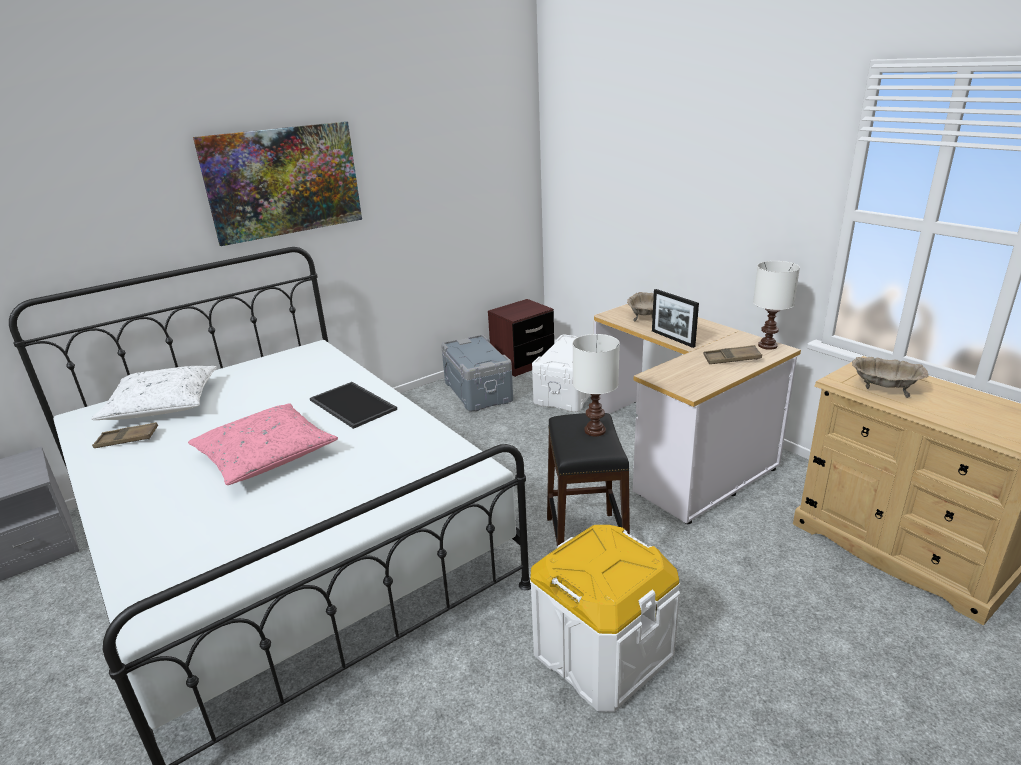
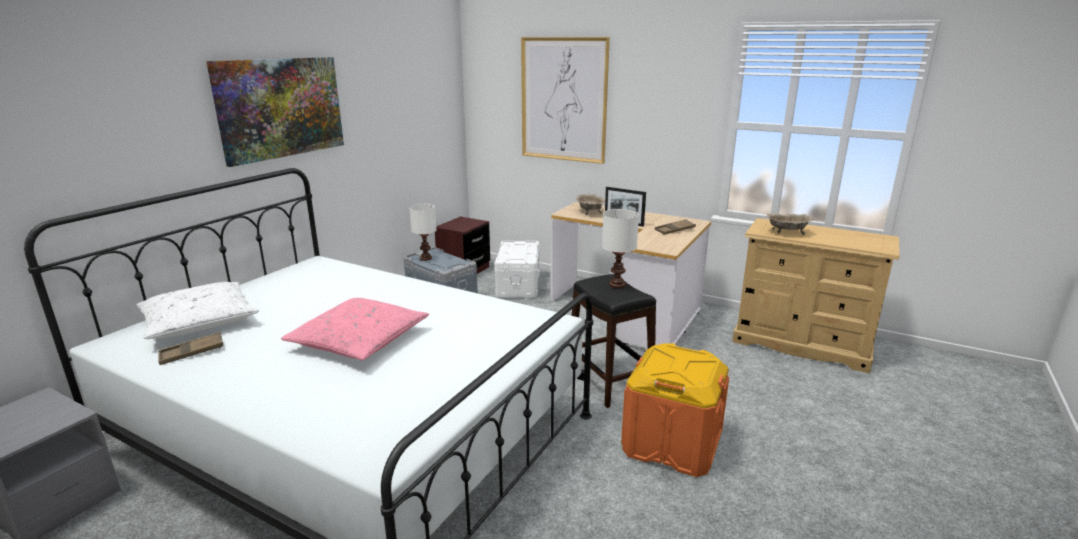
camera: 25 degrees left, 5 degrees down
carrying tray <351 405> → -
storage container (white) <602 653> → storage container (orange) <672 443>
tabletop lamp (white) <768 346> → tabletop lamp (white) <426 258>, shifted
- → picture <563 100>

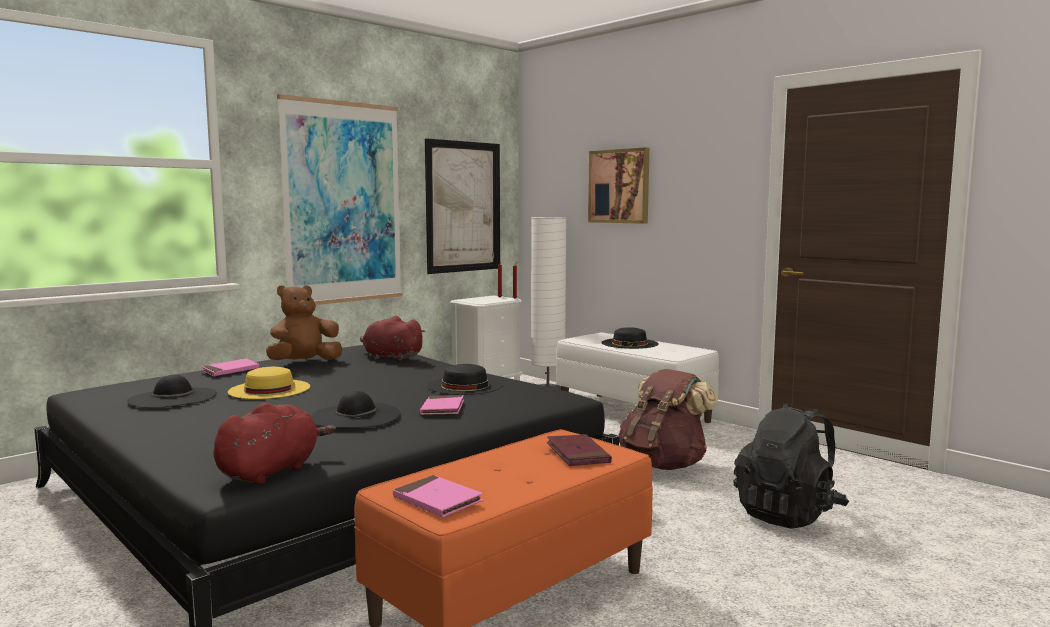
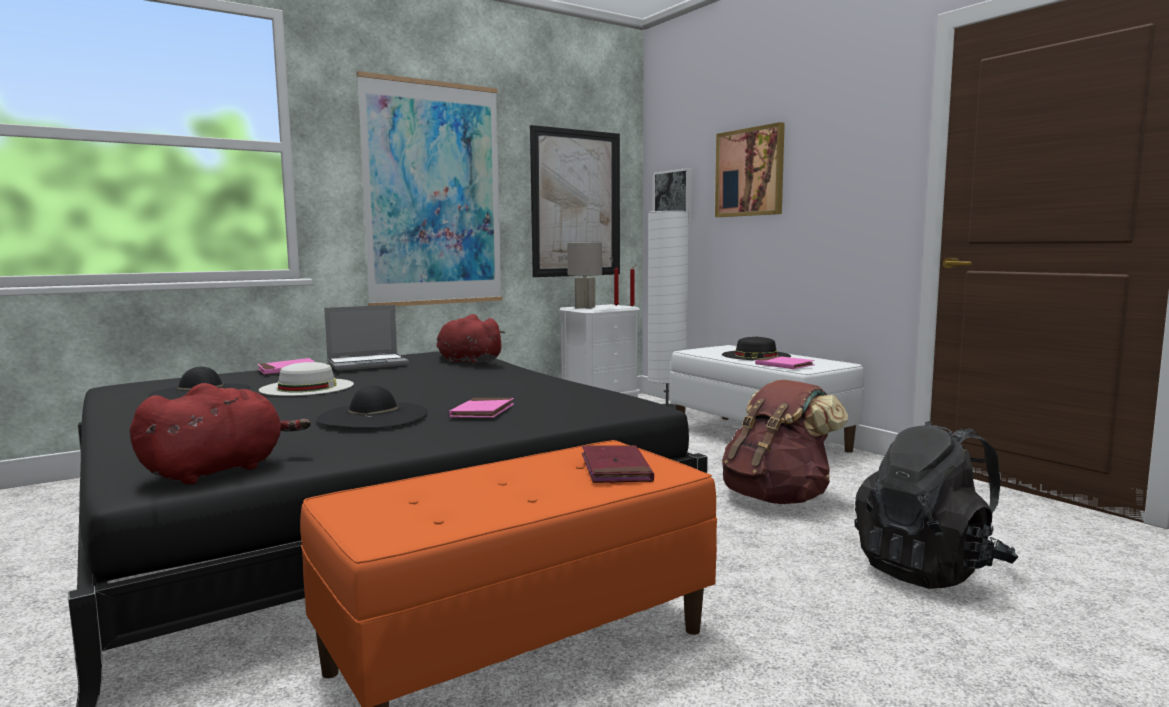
camera: 10 degrees right, 0 degrees up
hat (yellow) <269 389> → hat (white) <307 387>
plush toy (brown-coloured) <304 362> → notebook computer <368 364>
book (pinkish) <437 500> → book (pinkish) <784 365>, shifted
hat (black-coloured) <465 385> → -
- → tabletop lamp (gray) <585 307>
- → picture <674 197>

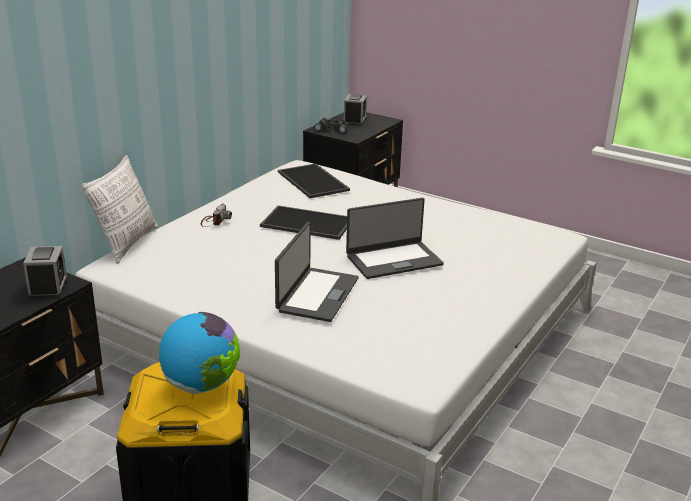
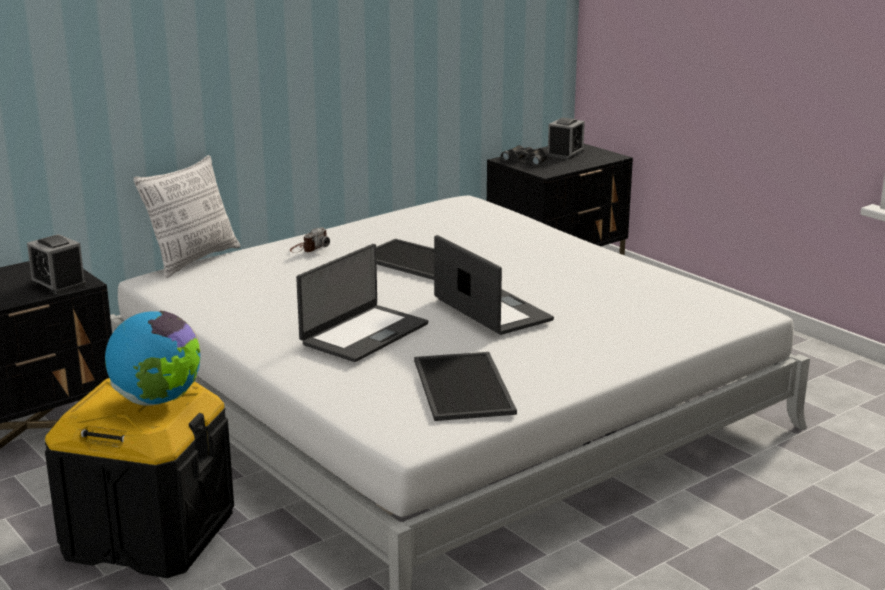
camera: 20 degrees right, 5 degrees down
table clock <48 287> → table clock <58 284>, 120 degrees clockwise
carrying tray <314 181> → carrying tray <465 387>, shifted
notebook computer <393 260> → notebook computer <491 310>, 120 degrees counterclockwise

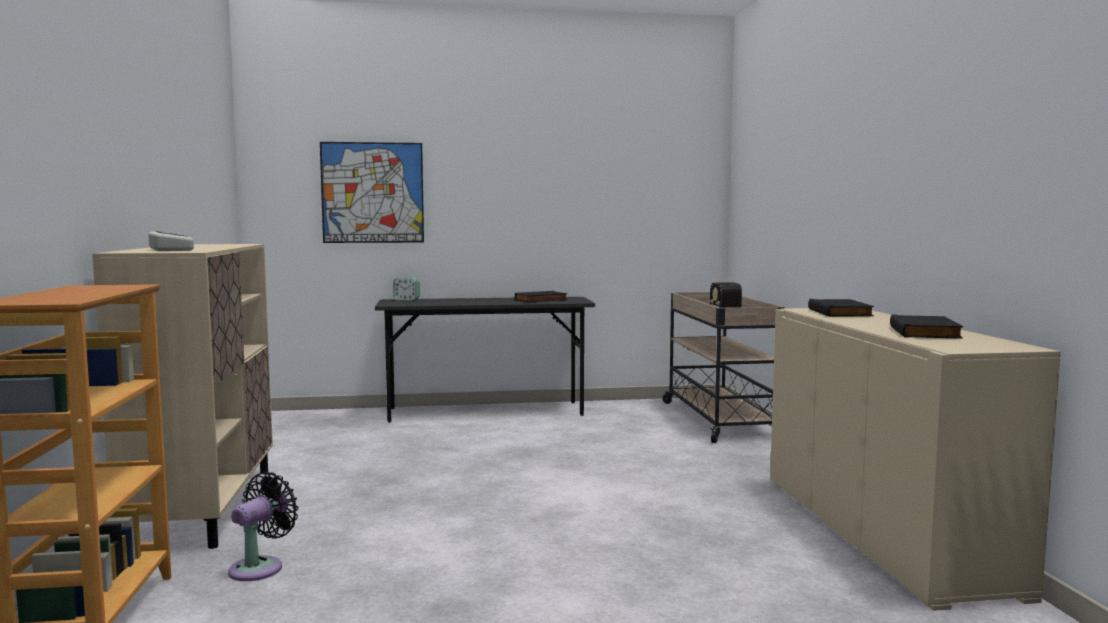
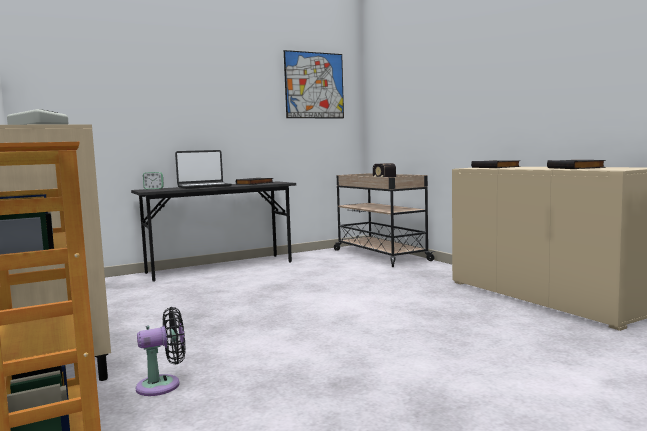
camera: 20 degrees left, 0 degrees up
fan (black-coloured) <260 567> → fan (black-coloured) <163 385>, 60 degrees clockwise
picture <372 192> → picture <314 85>, shifted
- → notebook computer <204 186>

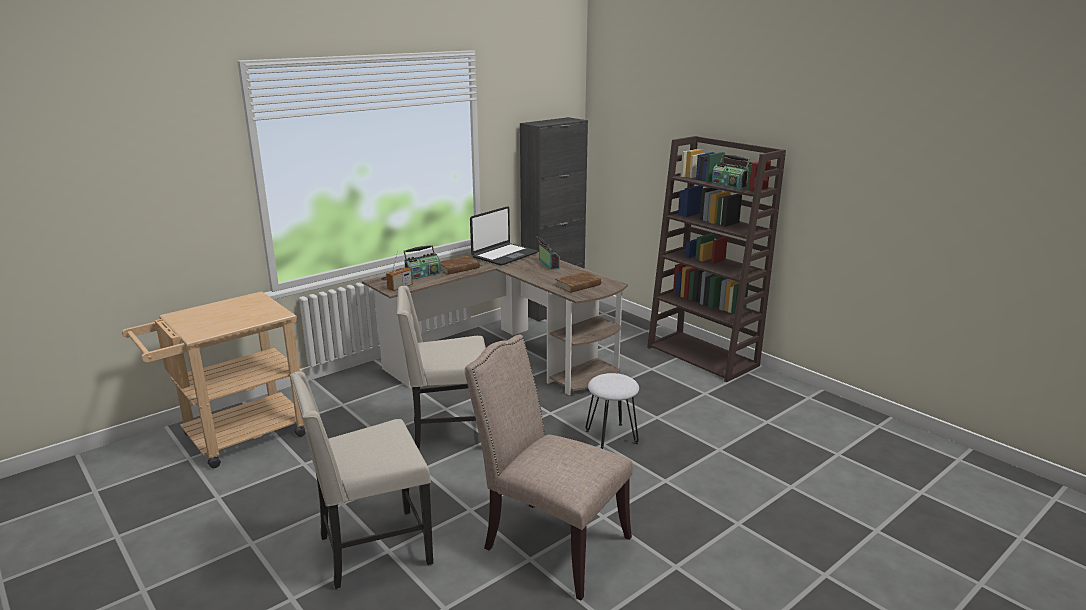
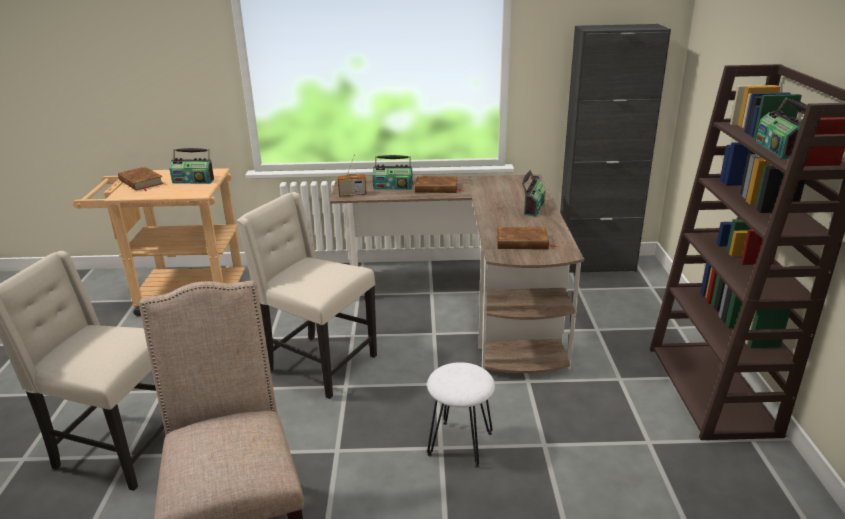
camera: 40 degrees right, 5 degrees up
notebook computer <504 255> → -
- → book (brown-coloured) <141 182>
- → radio <193 181>

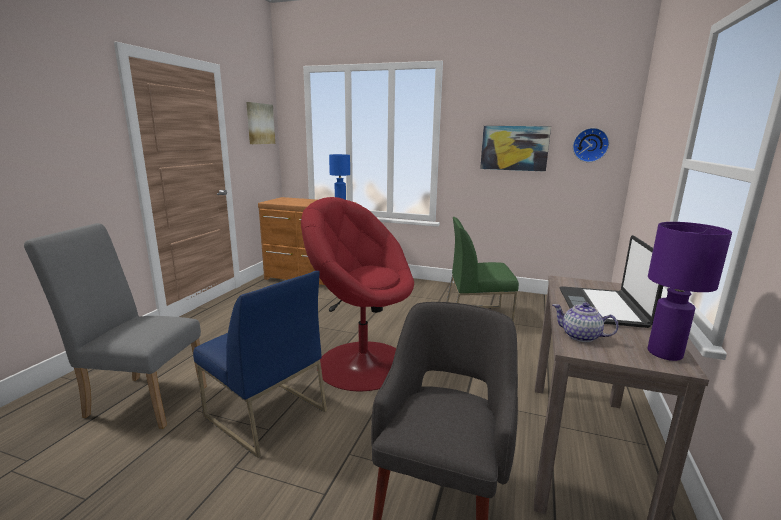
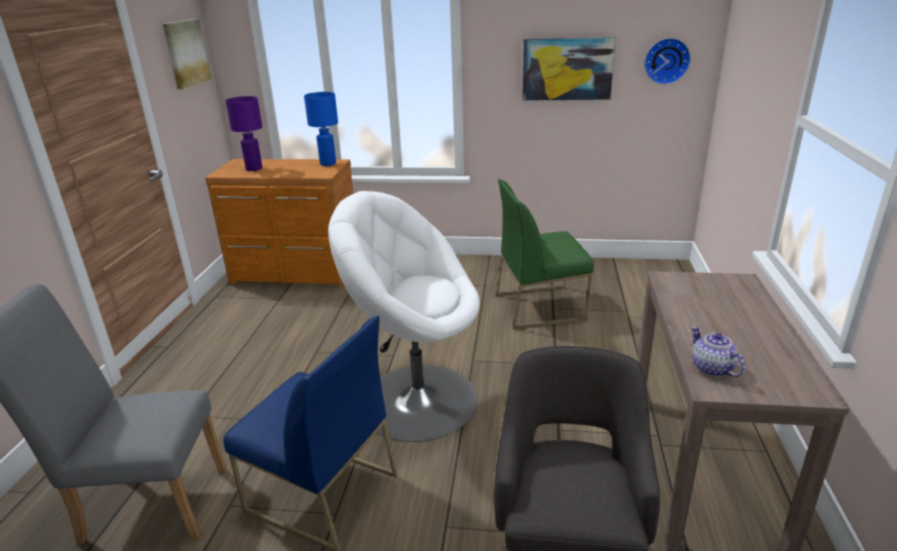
camera: 10 degrees left, 10 degrees up
armchair (reddish) <362 363> → armchair (white) <417 400>
tea pot <581 336> → tea pot <712 368>, 45 degrees clockwise
notebook computer <603 308> → -
tabletop lamp (purple-coloured) <665 353> → tabletop lamp (purple-coloured) <254 169>, shifted

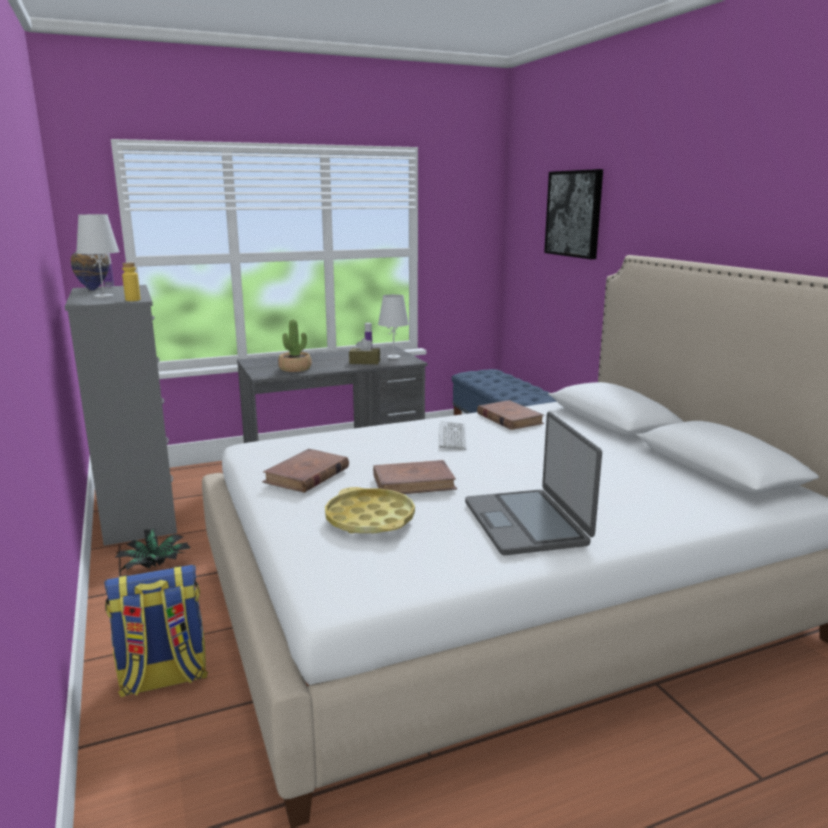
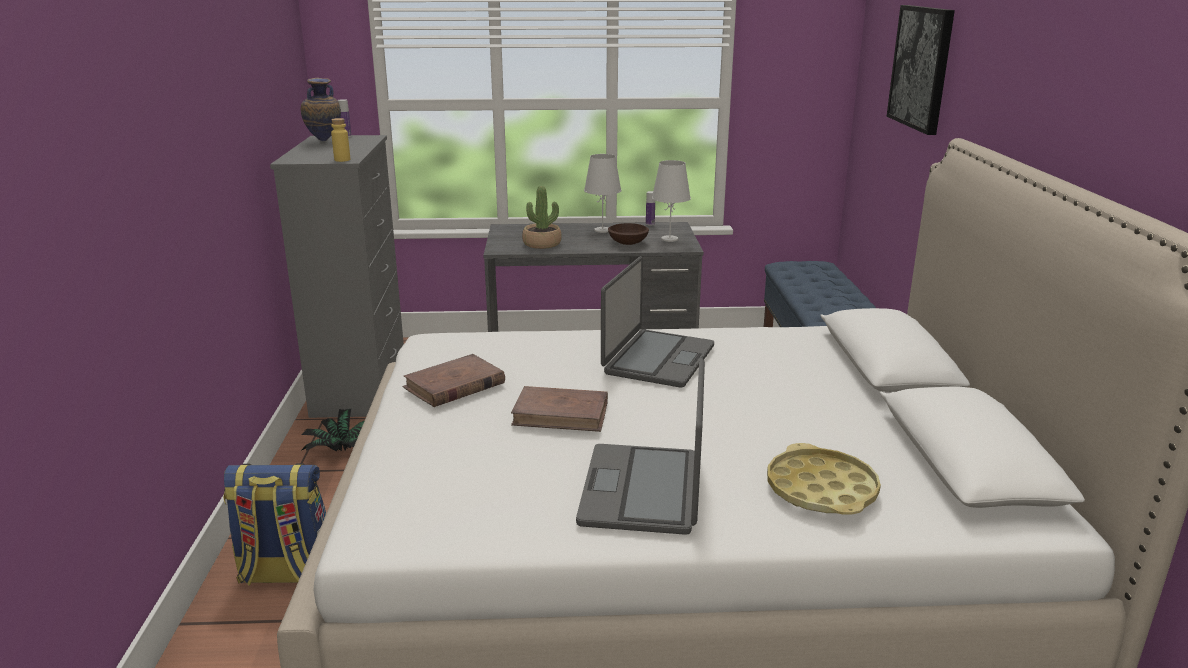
camera: 20 degrees right, 5 degrees up
tabletop lamp (white) <104 296> → tabletop lamp (white) <602 230>, shifted
carrying tray (yellow) <370 519> → carrying tray (yellow) <821 490>, shifted
box of tissues (brown-coloured) <364 362> → bowl (brown-coloured) <628 243>
computer keyboard <452 437> → notebook computer <657 359>
book (brown-coloured) <509 419> → -

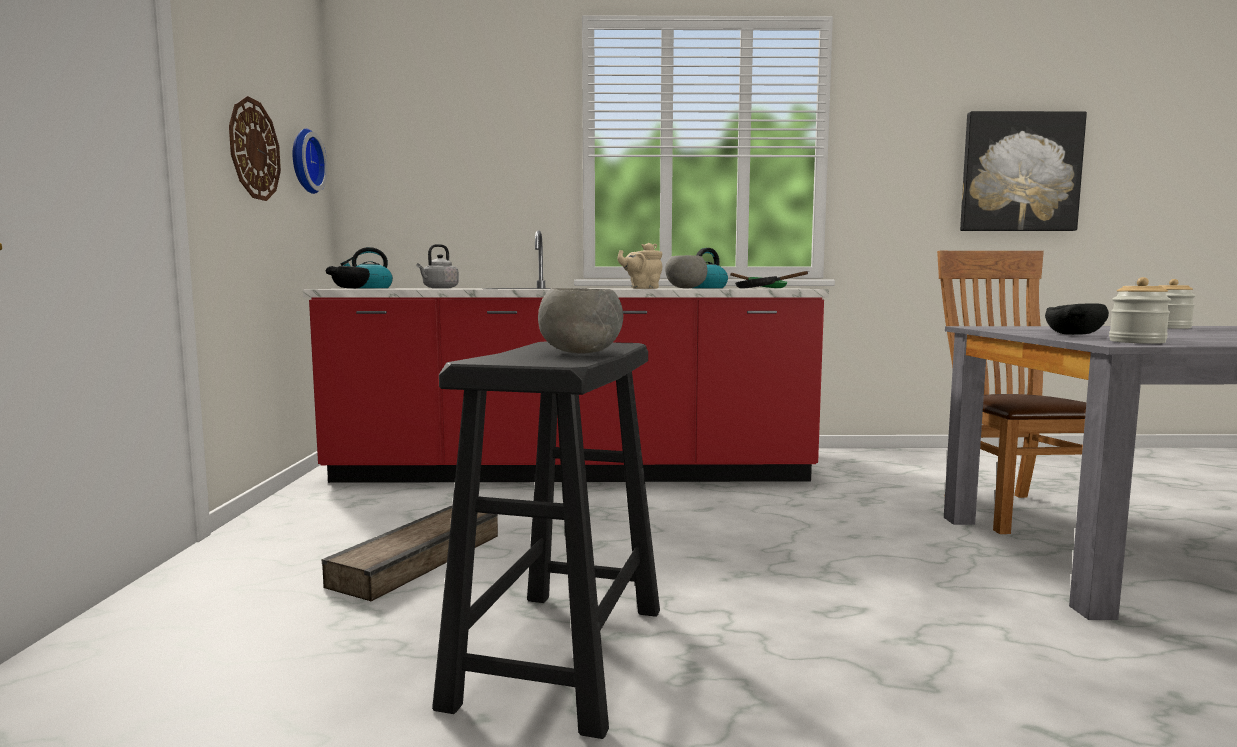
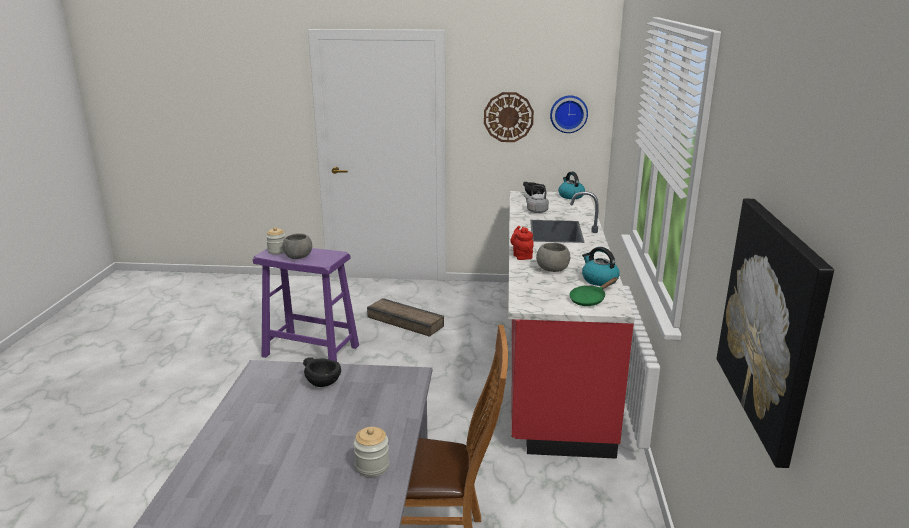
camera: 95 degrees right, 15 degrees up
sitting stool (black-coloured) <562 654> → sitting stool (purple-coloured) <311 351>
tea pot (sand-coloured) <642 288> → tea pot (reddish) <521 256>
pan (black-coloured) <761 288> → -
preserve jar <1137 342> → preserve jar <277 251>, shifted

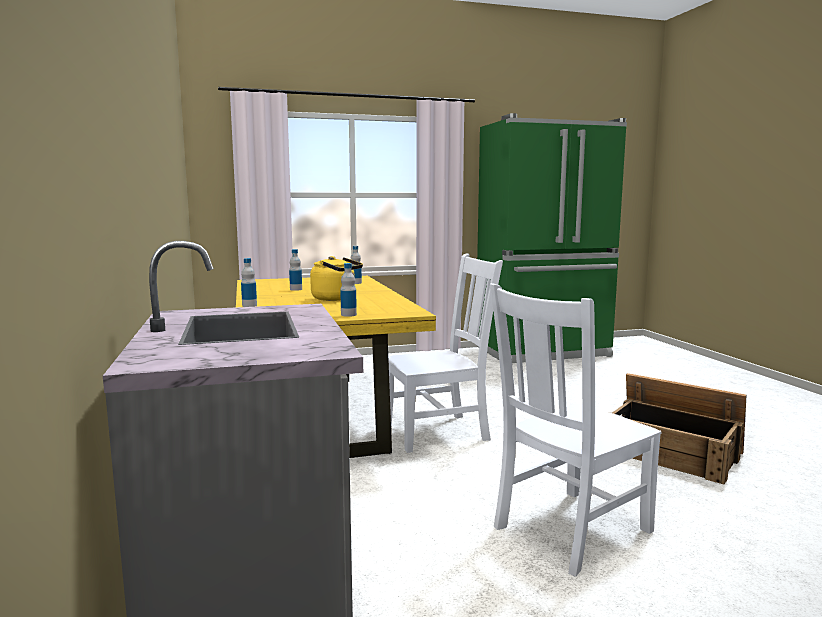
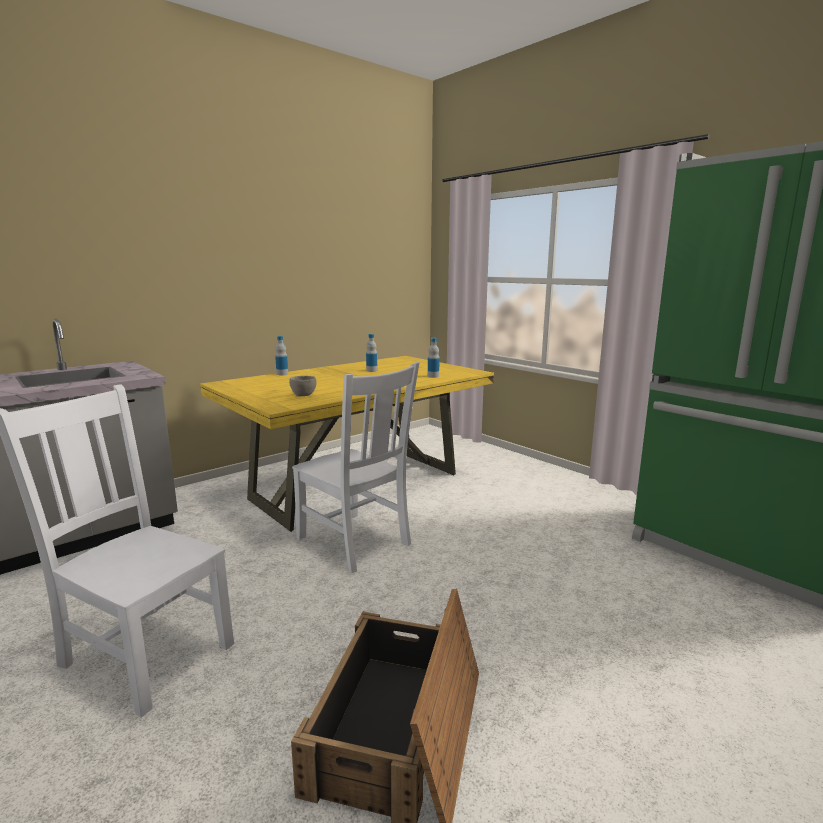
camera: 65 degrees right, 5 degrees up
water kettle (yellow) <336 299> → -
drink bottle <348 315> → -
- → bowl (gray) <304 395>

